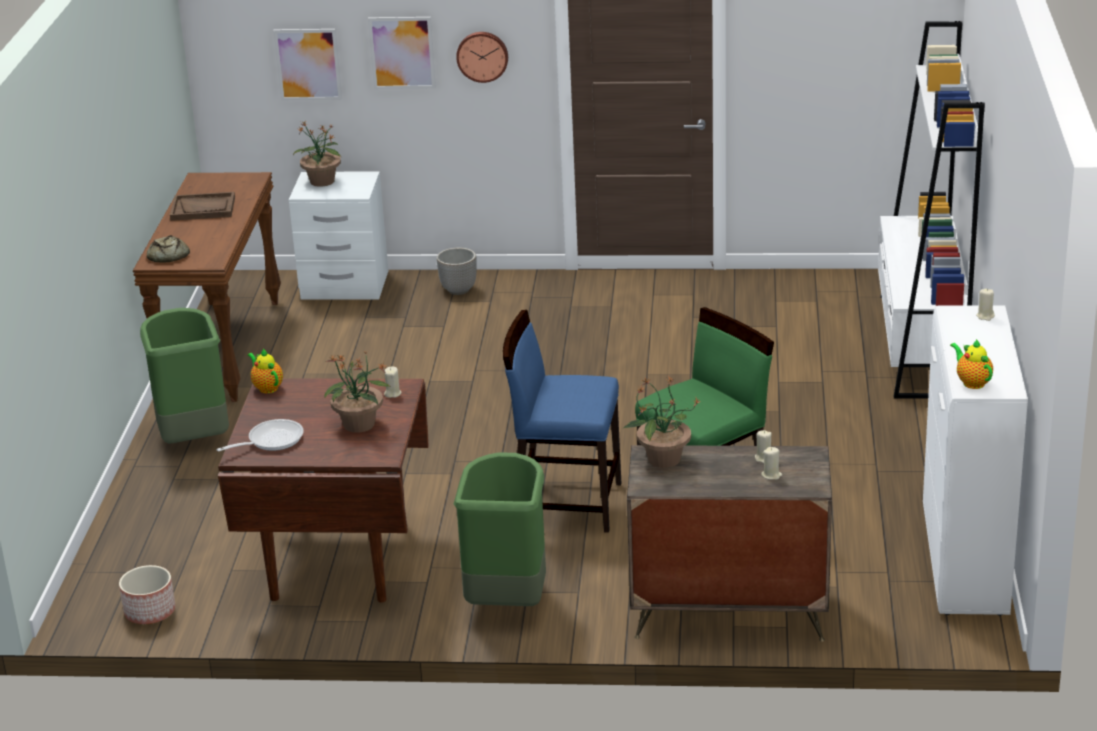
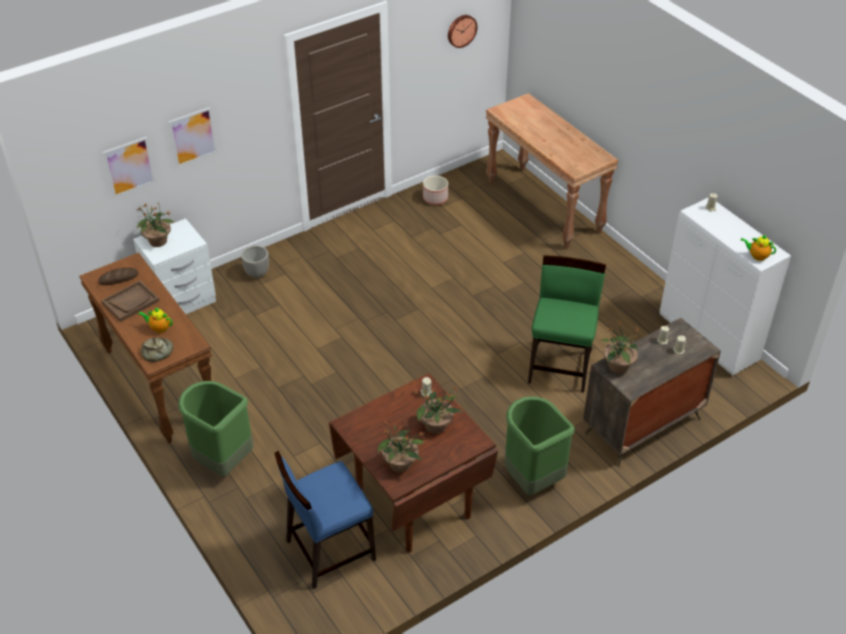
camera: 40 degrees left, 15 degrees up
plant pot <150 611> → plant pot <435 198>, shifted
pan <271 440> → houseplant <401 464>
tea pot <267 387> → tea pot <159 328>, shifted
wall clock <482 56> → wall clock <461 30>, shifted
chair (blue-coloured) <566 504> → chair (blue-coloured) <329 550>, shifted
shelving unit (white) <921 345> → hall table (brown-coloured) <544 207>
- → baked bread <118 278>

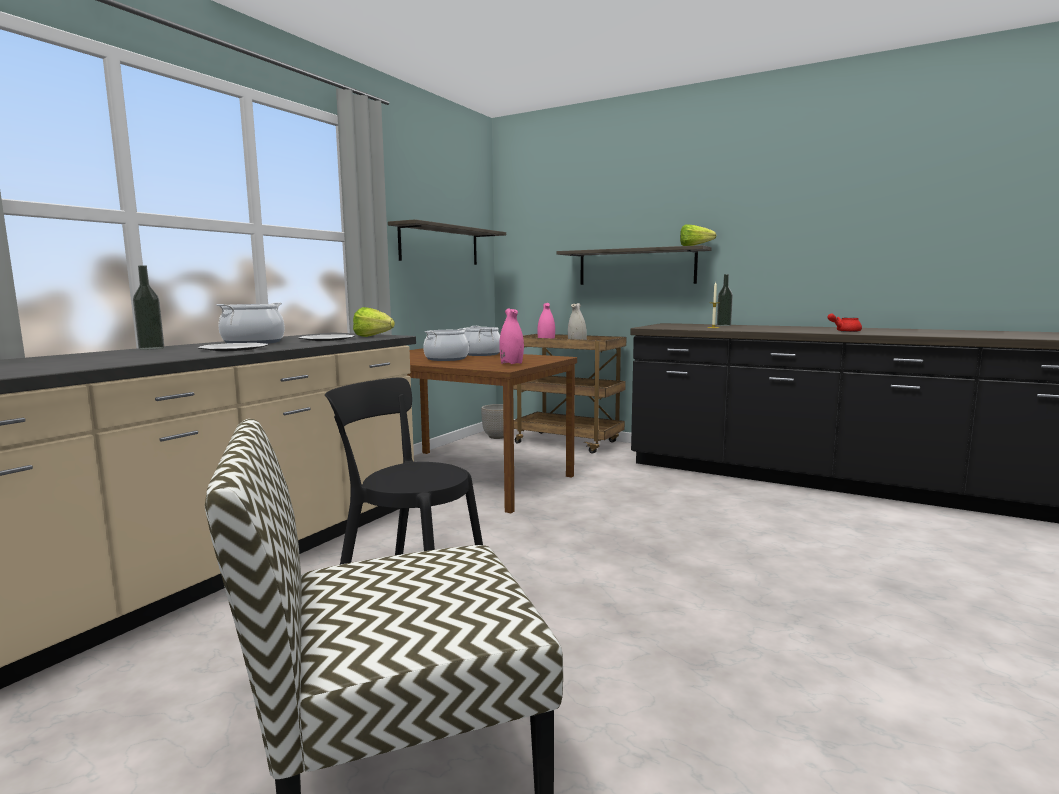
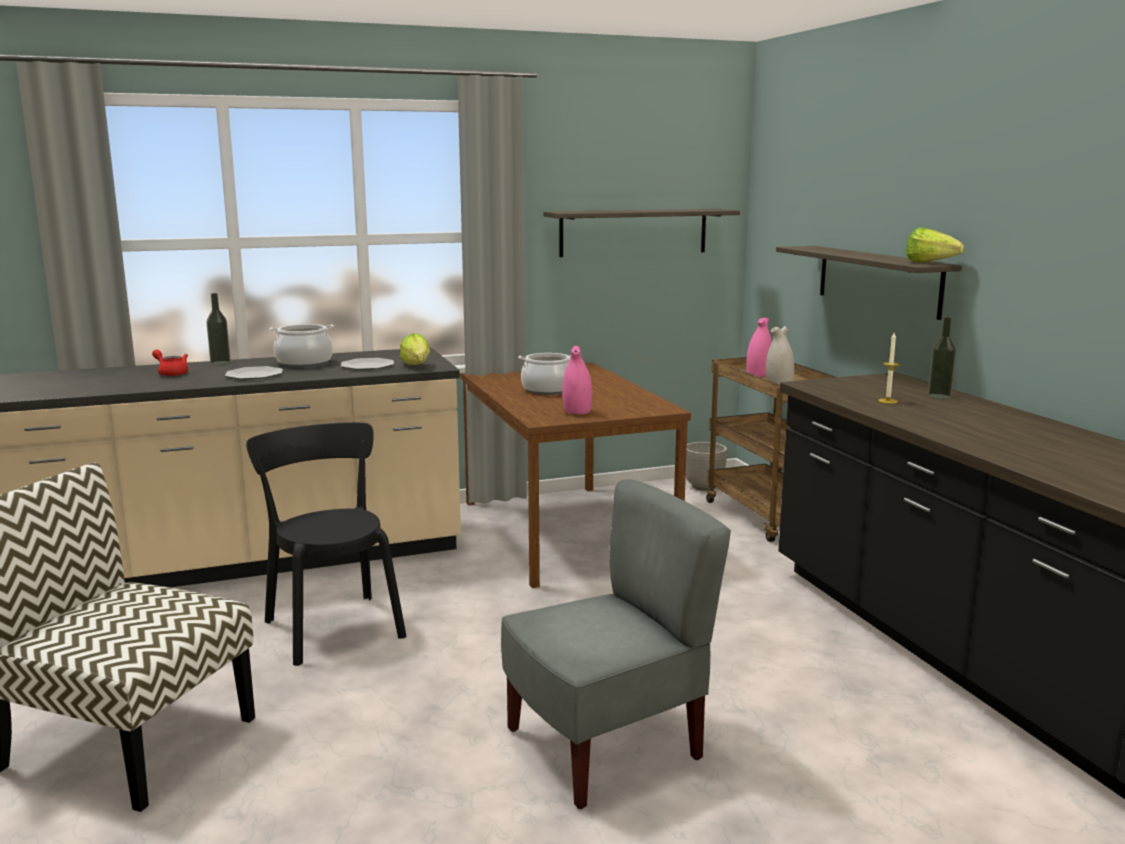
camera: 40 degrees right, 5 degrees up
cooking pot <481 354> → -
tea pot (reddish) <844 331> → tea pot (reddish) <171 373>, shifted
- → chair (gray) <606 746>

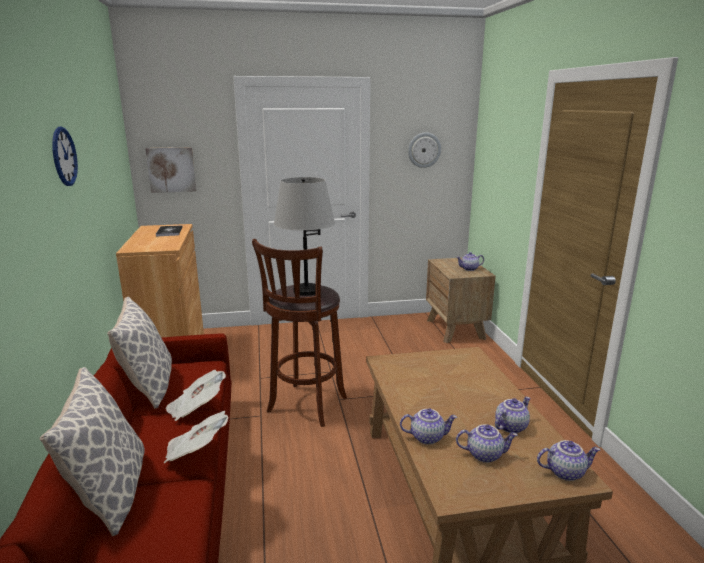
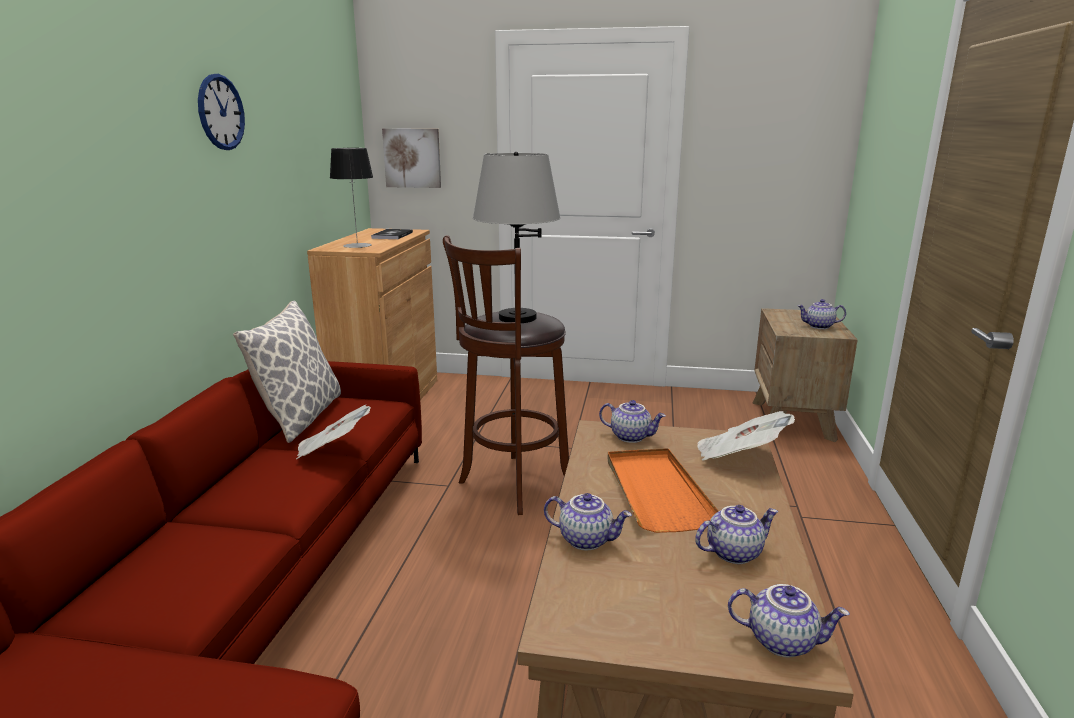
camera: 20 degrees right, 0 degrees up
throw pillow <109 492> → -
printed paper <196 451> → printed paper <738 457>, shifted
wall clock <424 150> → -
tea pot <484 454> → tea pot <631 436>, shifted
- → tabletop lamp <357 245>
- → carrying tray (orange) <656 492>

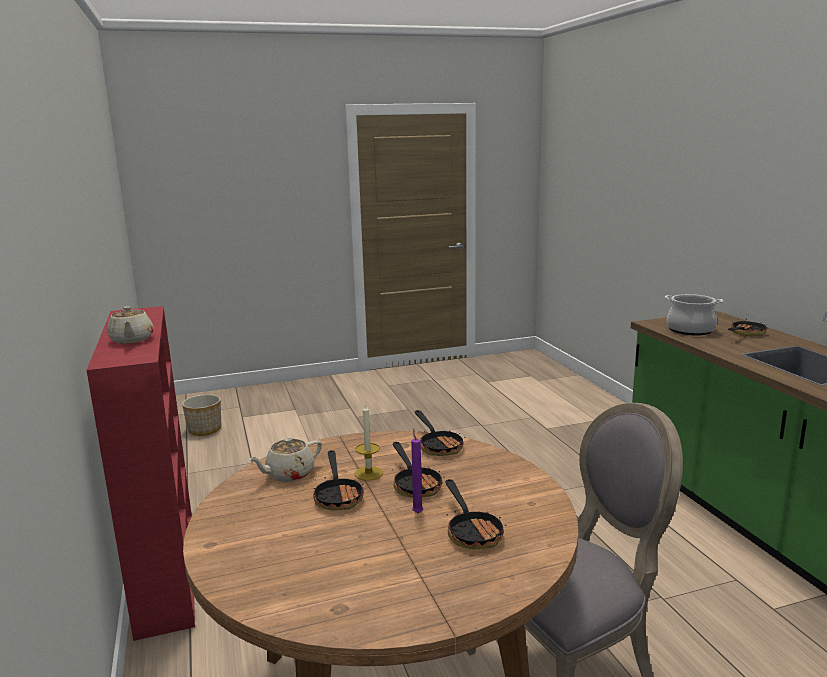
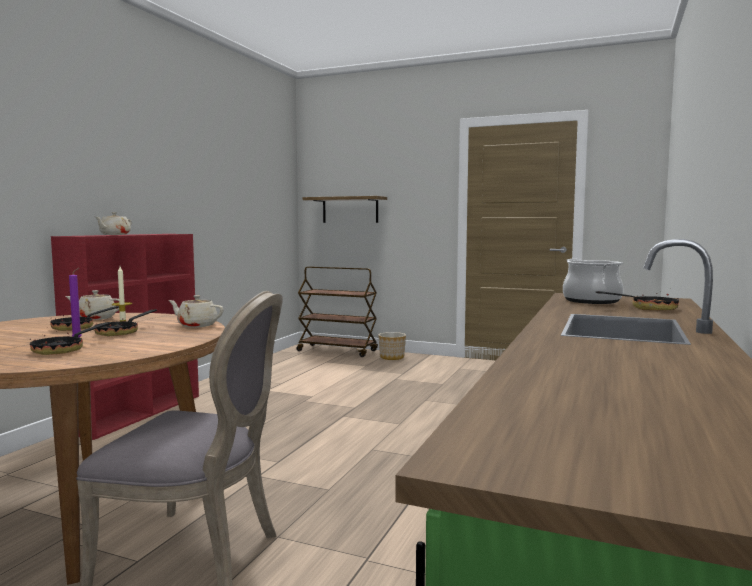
camera: 40 degrees right, 10 degrees down
plant pot <204 429> → plant pot <392 357>, shifted
pan <438 445> → tea pot (sand-coloured) <196 325>
- → wheeled cart (brown-coloured) <338 351>
- → bracket shelf <350 210>

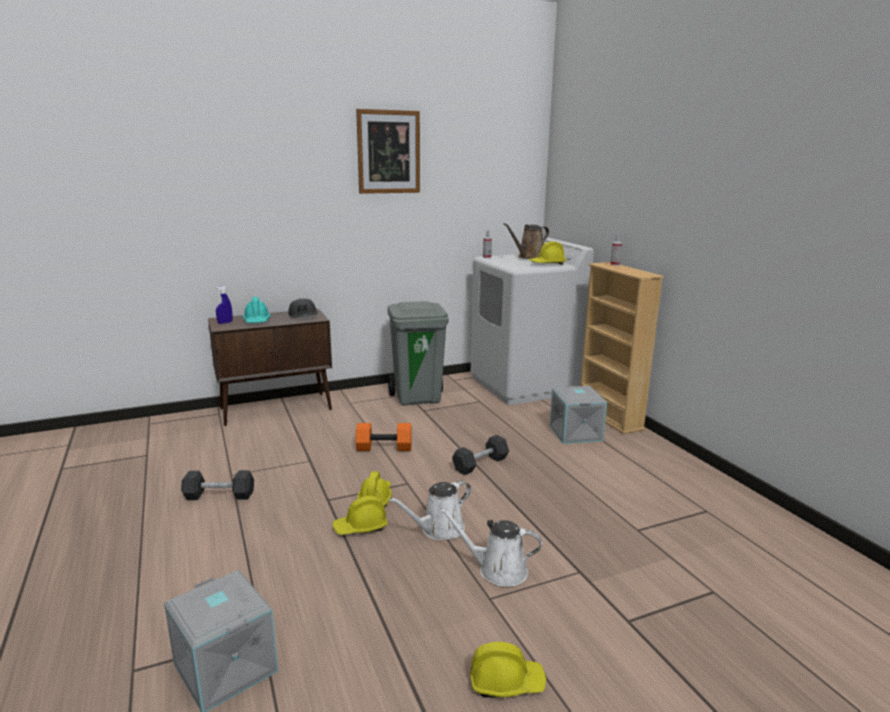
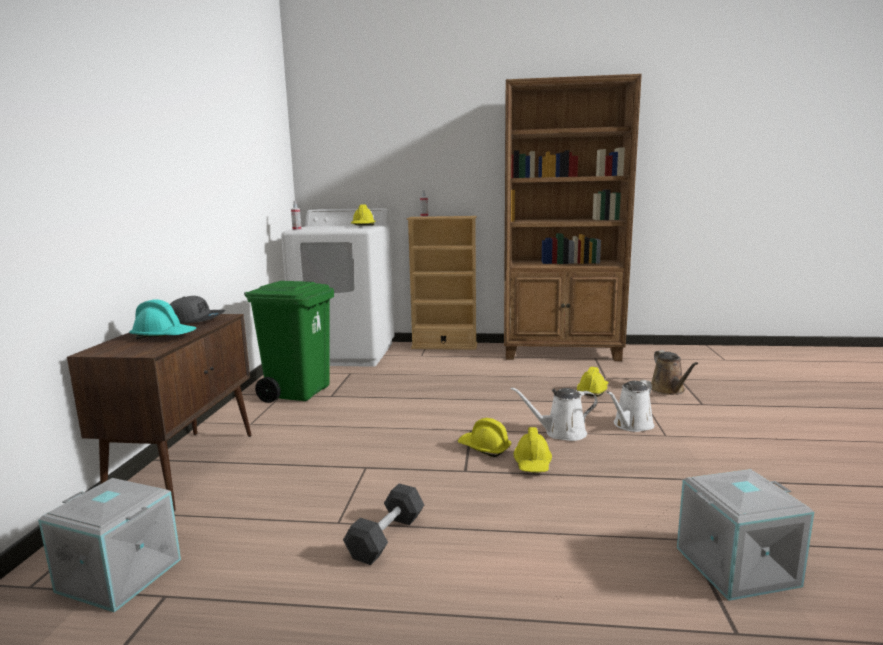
camera: 60 degrees left, 5 degrees down
spray bottle (blue-coloured) <225 323> → -
picture <388 152> → -
free weight (orange) <385 447> → -
trash can (gray) <418 398> → trash can (green) <298 392>
watering can (white) <439 530> → watering can (white) <561 433>, 90 degrees clockwise
free weight (black-coloured) <480 464> → -
hard hat (yellow) <506 682> → hard hat (yellow) <593 390>, shifted
watering can (brown-coloured) <529 257> → watering can (brown-coloured) <669 390>, shifted
storage container (gray) <576 433> → storage container (gray) <122 574>, shifted
- → shelving unit (brown-coloured) <561 352>

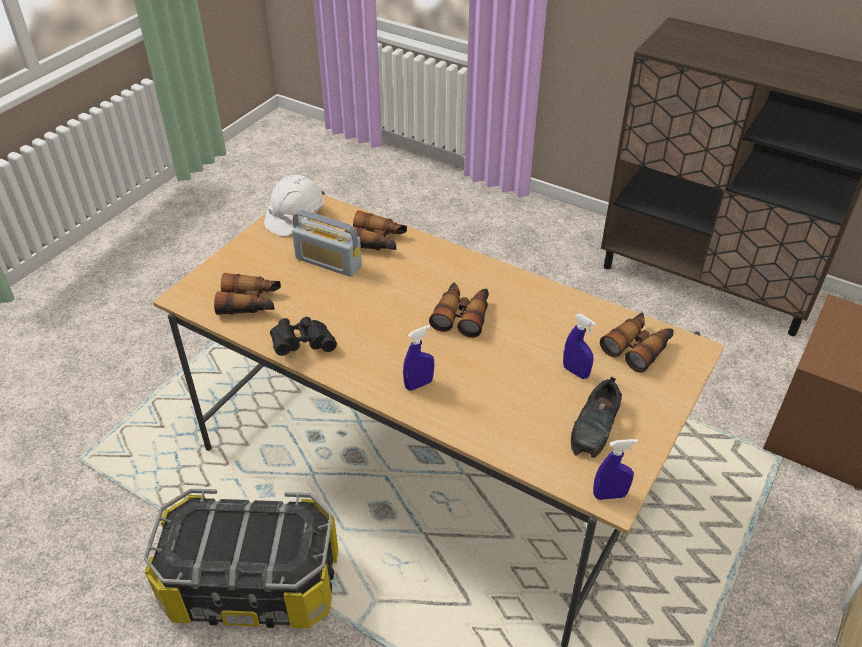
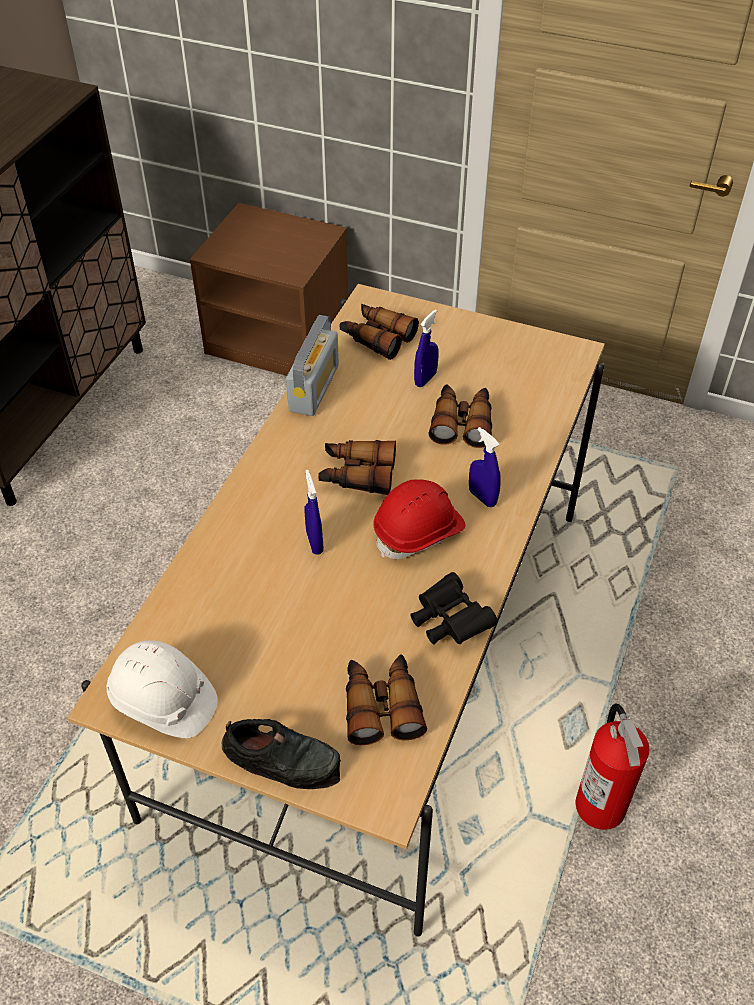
camera: 100 degrees left, 5 degrees up
storage container <252 584> → fire extinguisher <601 805>
radio <328 262> → radio <314 388>, shifted
field glasses <377 241> → field glasses <462 422>, shifted
shoe (black-coloured) <596 425> → shoe (black-coloured) <283 759>, shifted
spray bottle (blue-coloured) <609 495> → spray bottle (blue-coloured) <314 542>, shifted
- → hard hat (reddish) <419 532>

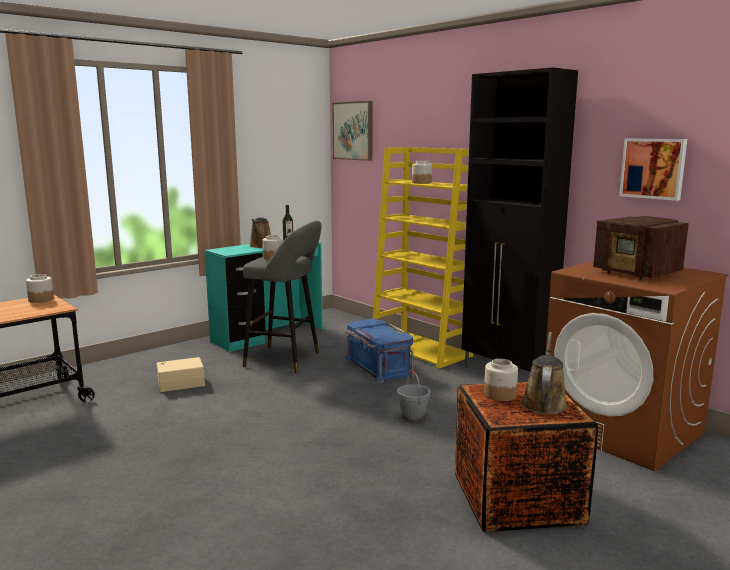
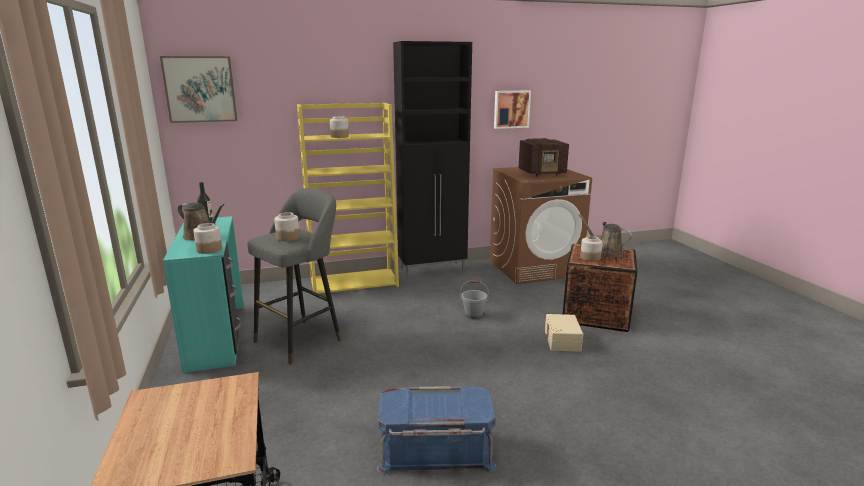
camera: 65 degrees left, 5 degrees up
preserve jar <41 299> → preserve jar <209 250>, shifted
storage container (sand-coloured) <181 383> → storage container (sand-coloured) <561 340>, shifted
storage container (blue-coloured) <377 366> → storage container (blue-coloured) <435 451>, shifted

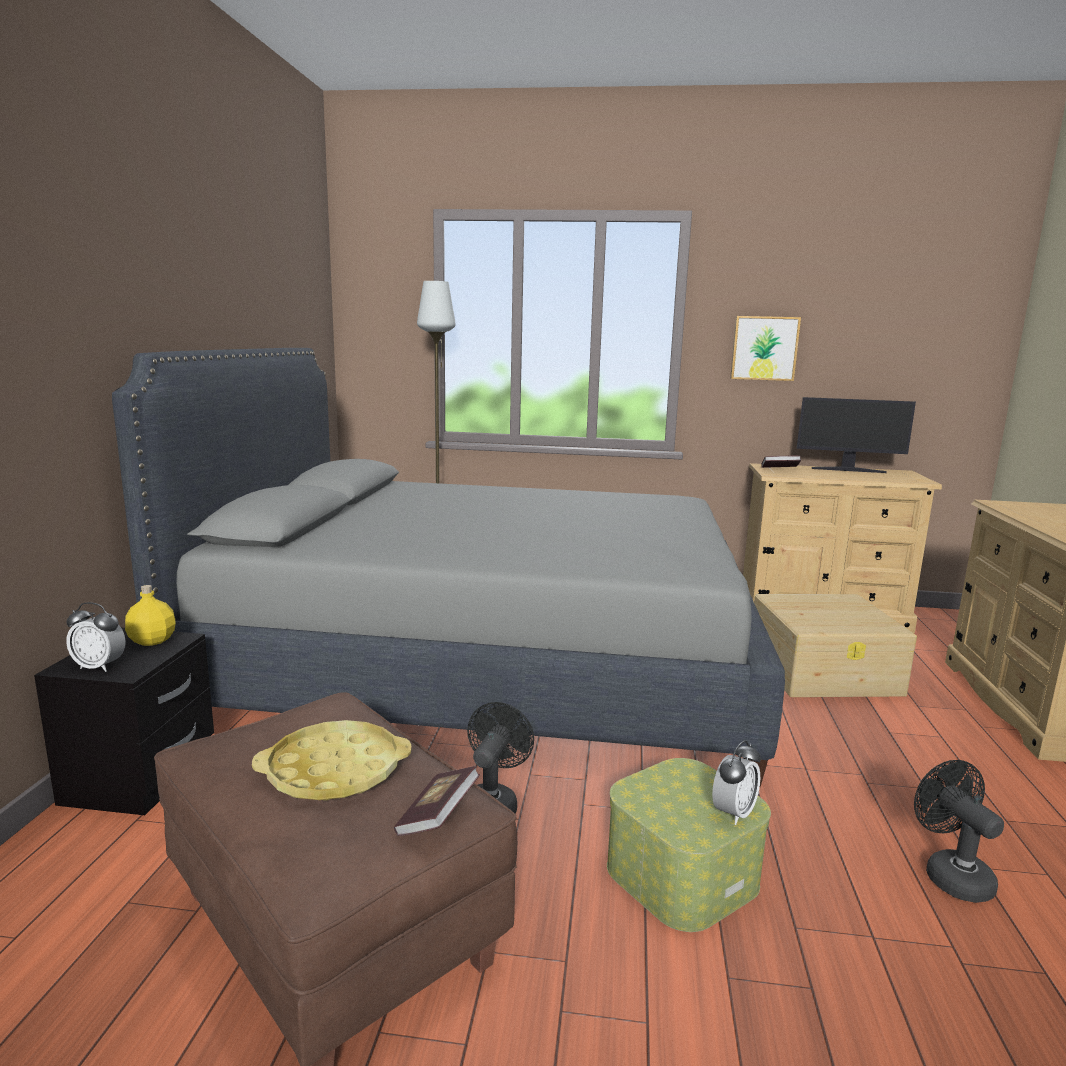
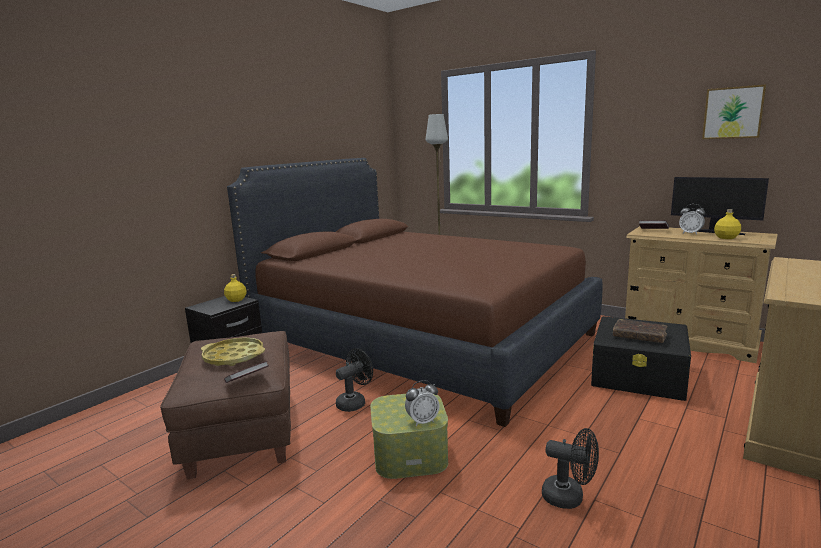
camera: 30 degrees right, 0 degrees up
table clock <99 667> → table clock <690 233>, shifted
bed (gray) <485 665> → bed (brown-coloured) <421 339>
picture <764 348> → picture <733 113>, shifted
storage container (sand-coloured) <824 670> → storage container (black-coloured) <639 375>
fan (black-coloured) <950 874> → fan (black-coloured) <569 497>, 105 degrees clockwise
- → book (brown-coloured) <639 336>
- → drink bottle (yellow) <726 238>

